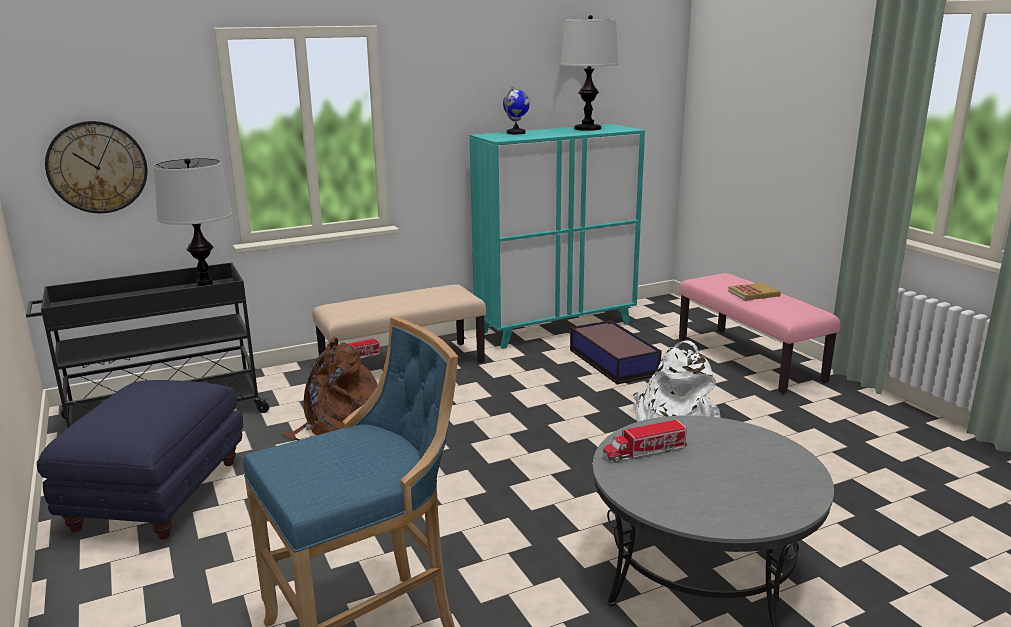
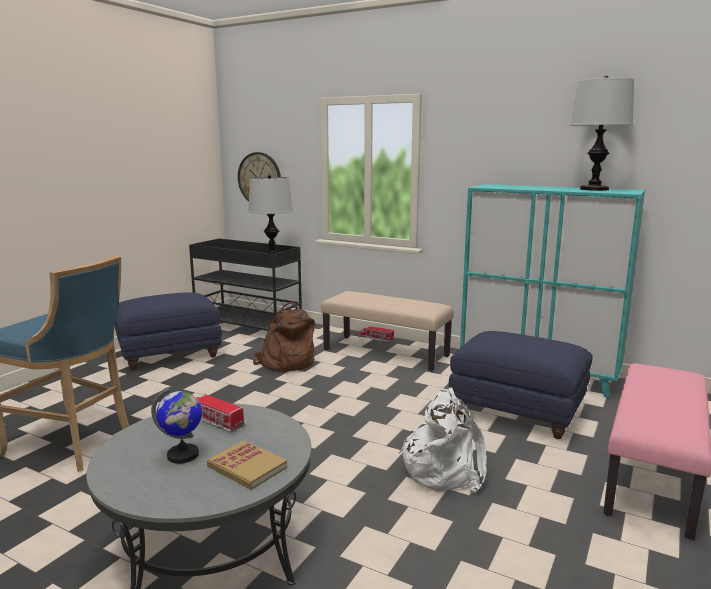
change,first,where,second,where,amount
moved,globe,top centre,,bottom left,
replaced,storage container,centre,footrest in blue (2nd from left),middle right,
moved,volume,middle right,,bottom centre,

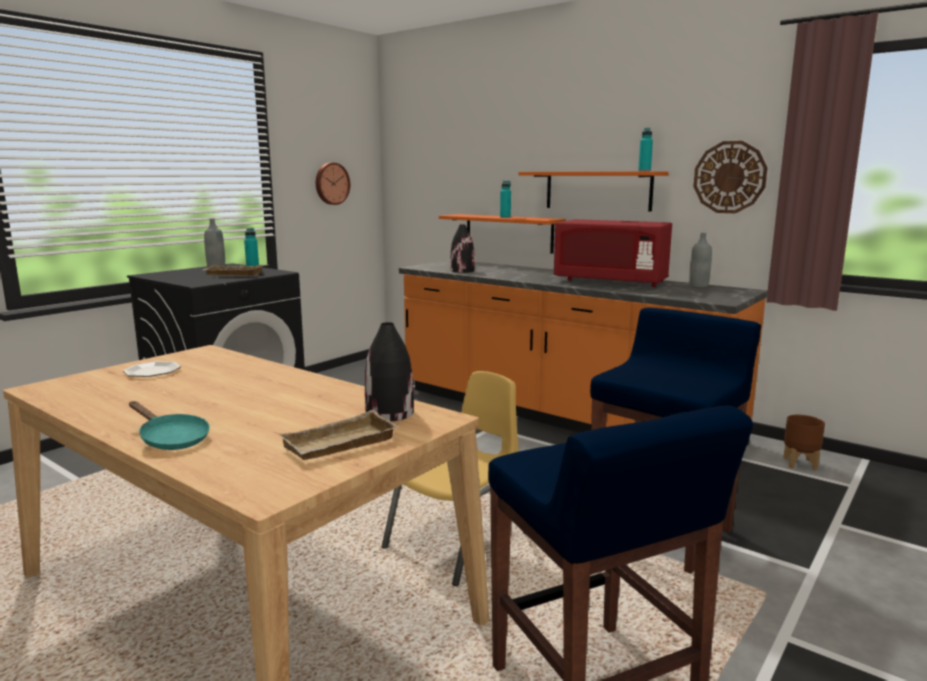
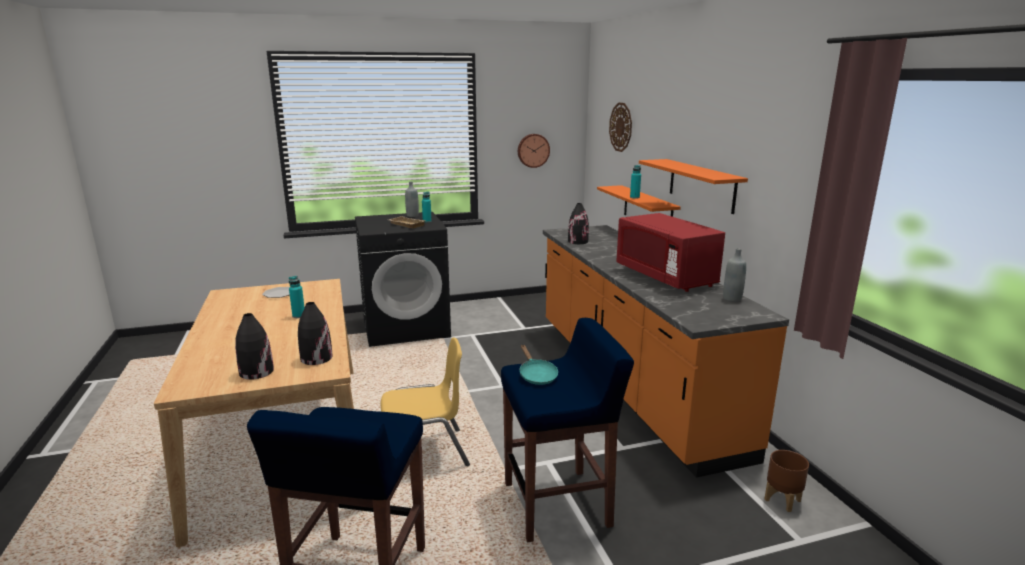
change,first,where,second,where,amount
moved,pan in blue-green,middle left,,centre,
replaced,carrying tray in beige (2nd from left),centre,flower vase in black-coloured (1st from left),middle left,
moved,bottle in blue-green (3rd from left in the first image),top right,bottle in blue-green (1st from left),middle left,
moved,hanging clock (2nd from left),top right,,top centre,

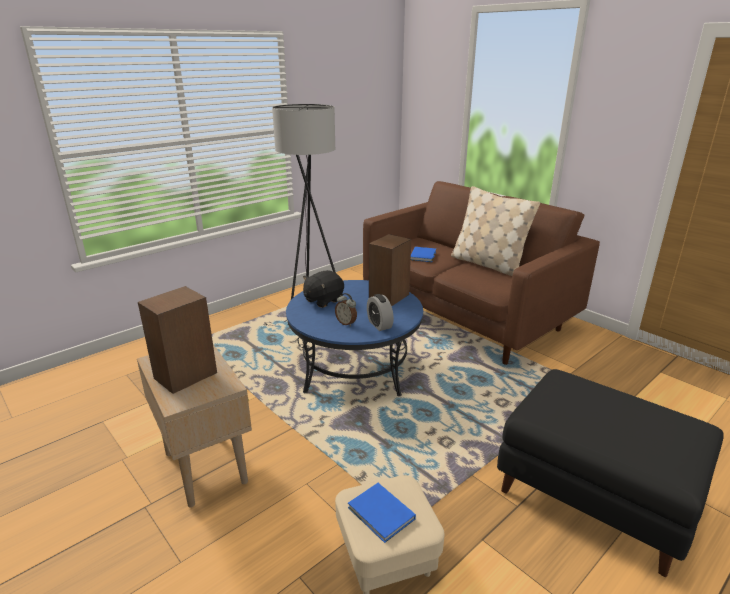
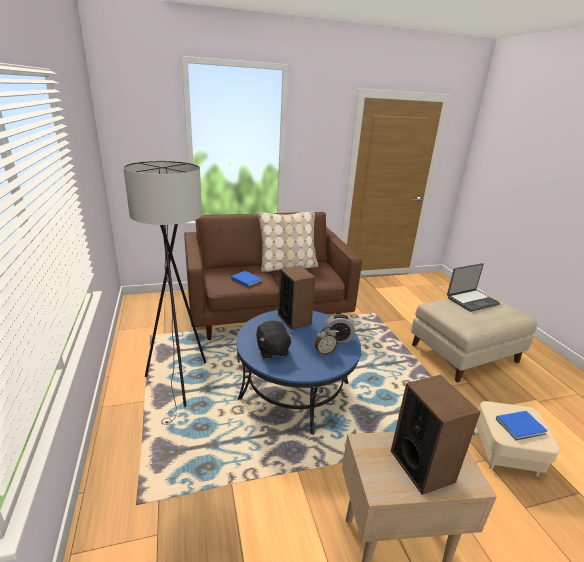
change,first,where,second,where,amount
recoloured,footrest in black-coloured,bottom right,footrest in beige (1st from left),middle right,
added,,,laptop,middle right,

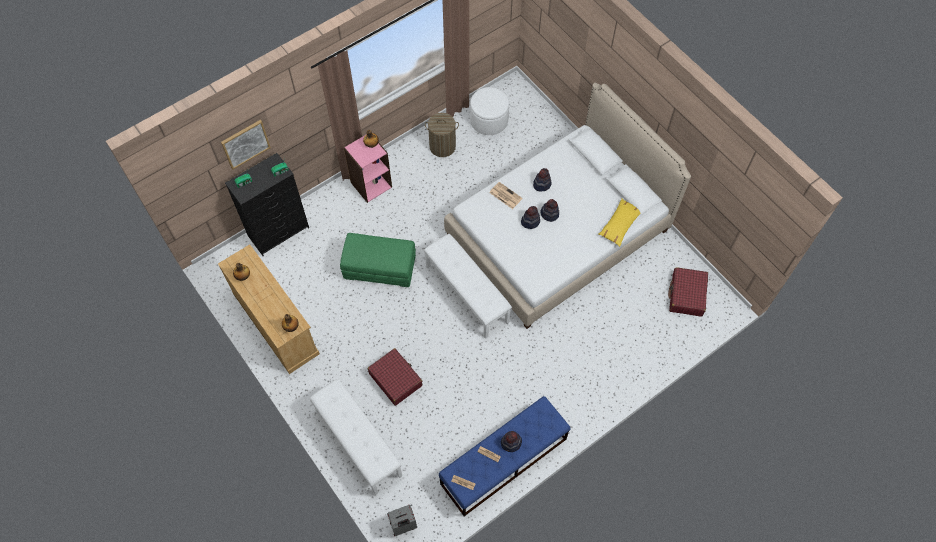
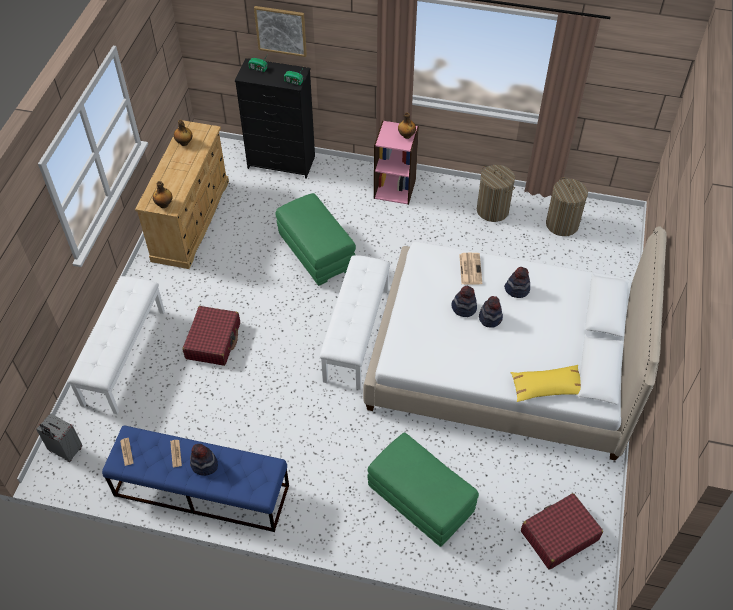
change,first,where,second,where,amount
replaced,footrest in white-coloured,top centre,hamper (2nd from left),middle right,
added,,,footrest in green-coloured (2nd from left),bottom centre,

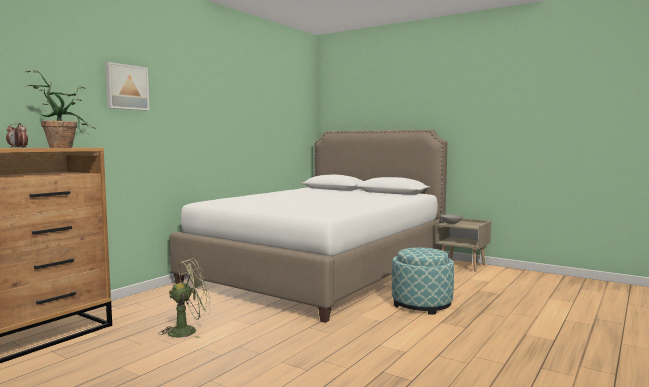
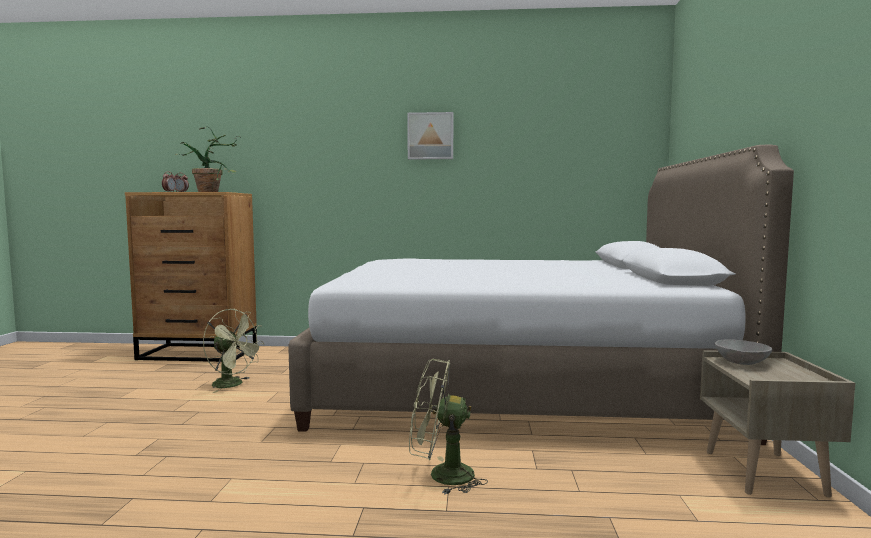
change,first,where,second,where,amount
moved,wall art,top left,,top centre,
replaced,footrest,bottom centre,electric fan in green-coloured (2nd from left),bottom centre,

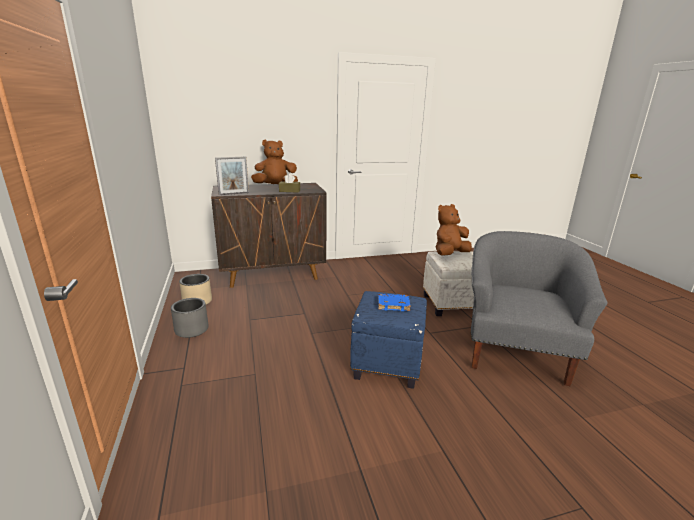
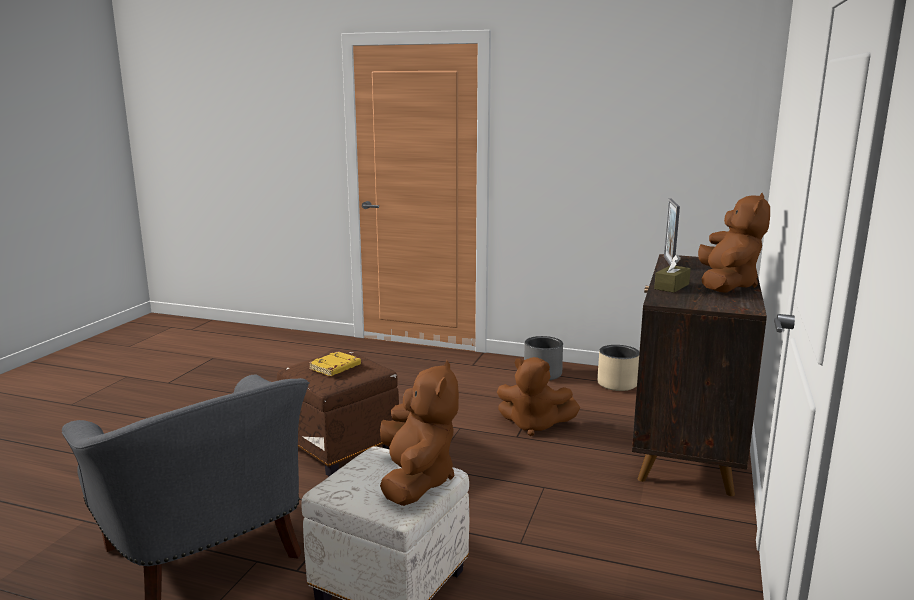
change,first,where,second,where,amount
recoloured,footrest in blue,centre,footrest in brown,bottom centre,
recoloured,volume in blue,centre,volume in yellowish,centre,
added,,,soft toy in brown (2nd from left),centre,

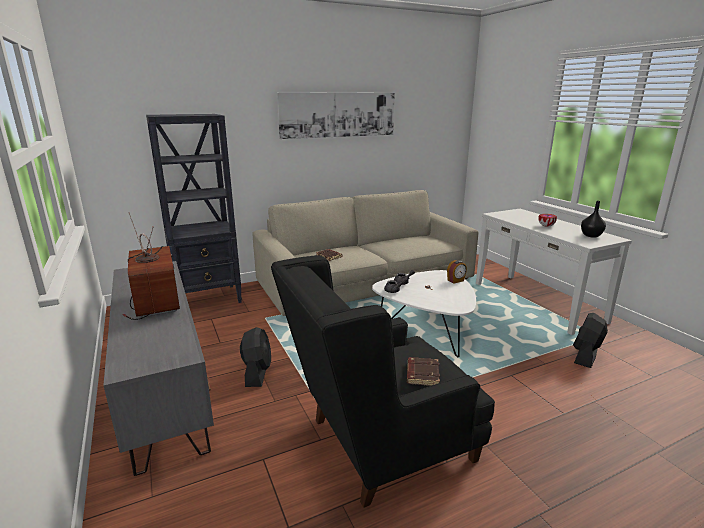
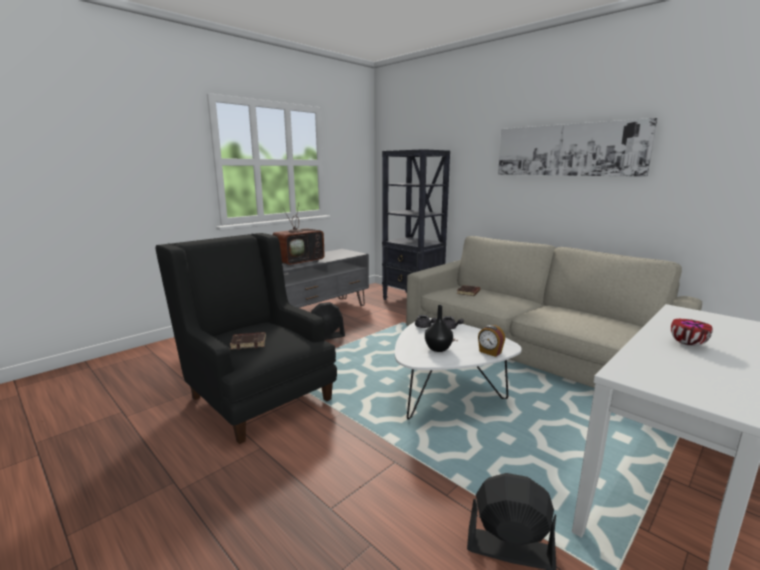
change,first,where,second,where,amount
moved,flower vase in black-coloured,middle right,,centre,

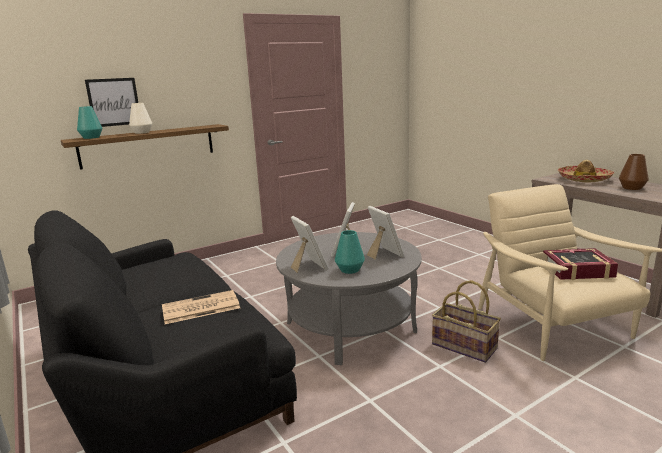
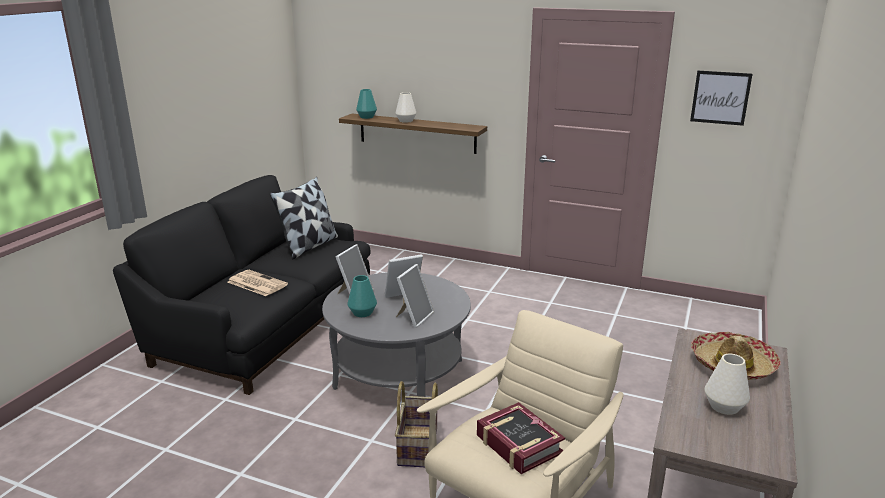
change,first,where,second,where,amount
moved,wall art,top left,,top right,
recoloured,flower vase in brown,middle right,flower vase in white-coloured (2nd from left),bottom right,
added,,,cushion,centre,

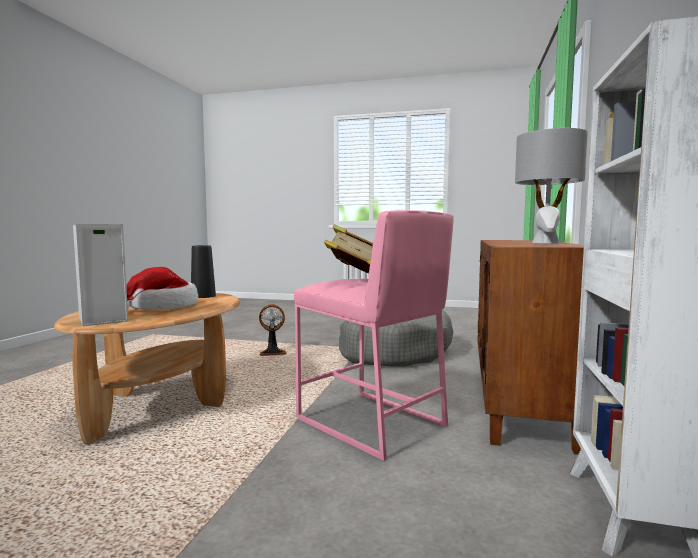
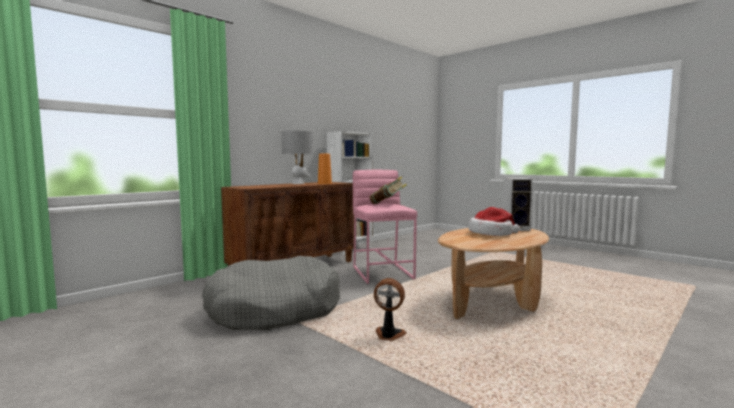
change,first,where,second,where,amount
removed,flower vase in black-coloured,middle left,,,
added,,,flower vase in orange-coloured,centre,

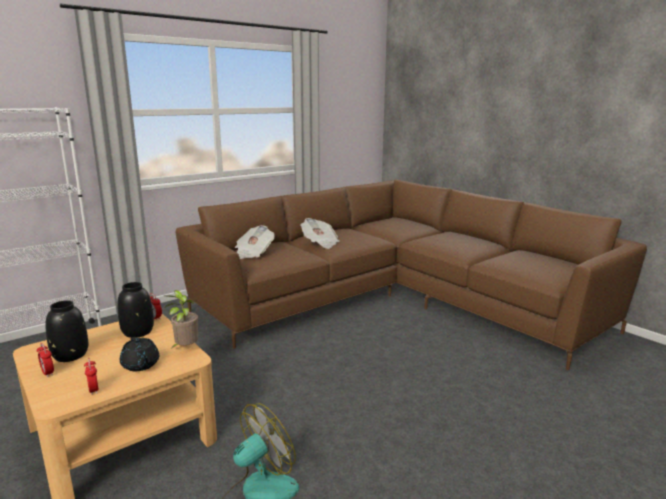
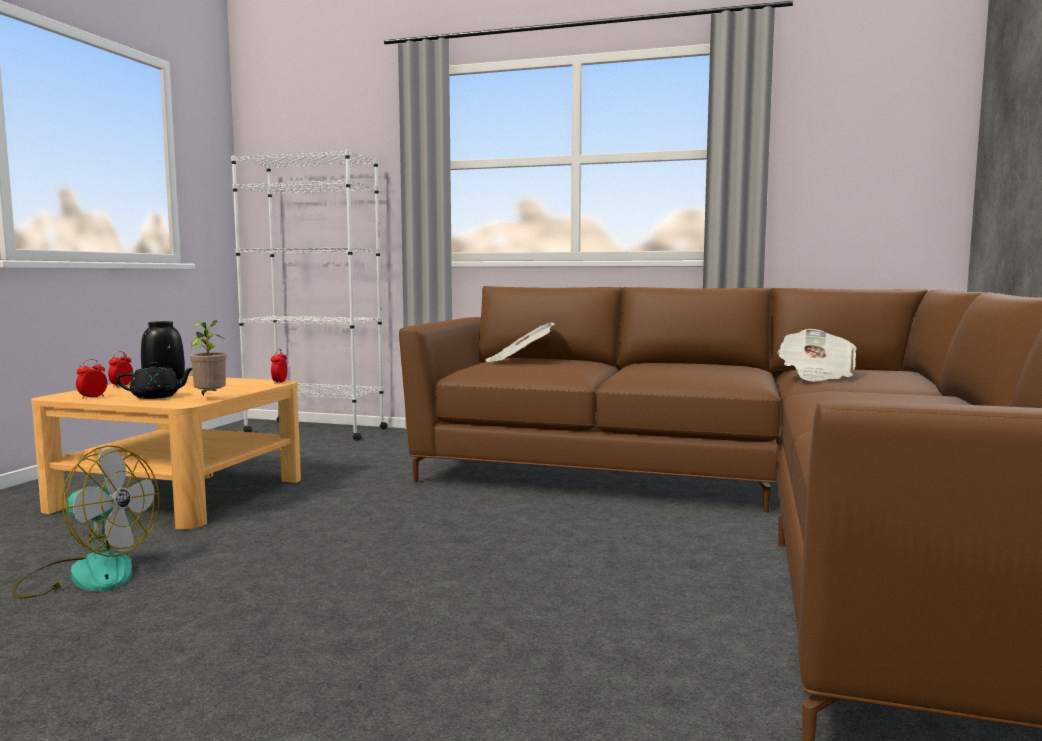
change,first,where,second,where,amount
removed,flower vase in black-coloured (2nd from left),middle left,,,
turned,teapot in black-coloured,bottom left,,middle left,135 degrees counterclockwise
moved,daily paper (2nd from left),centre,,middle right,

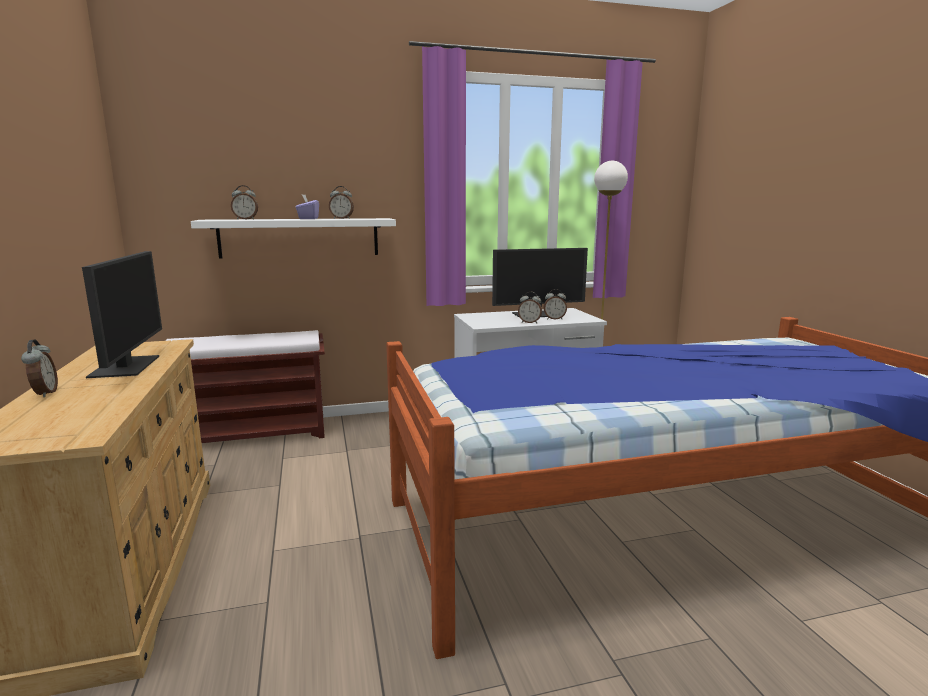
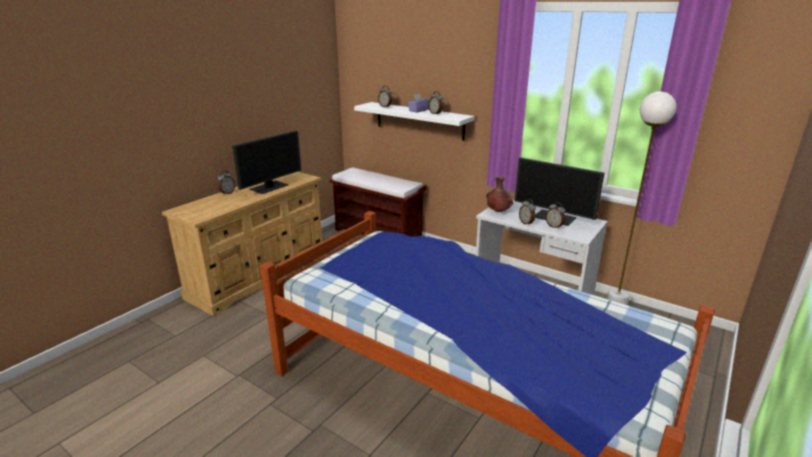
change,first,where,second,where,amount
added,,,flower vase in brown,centre,

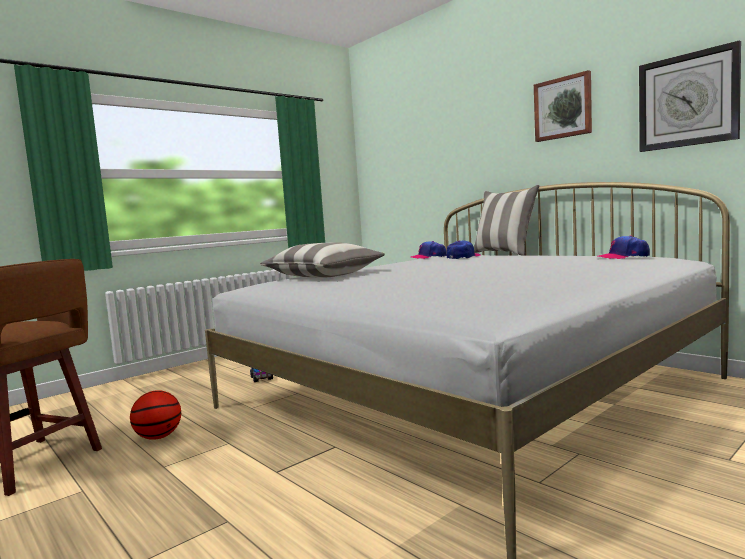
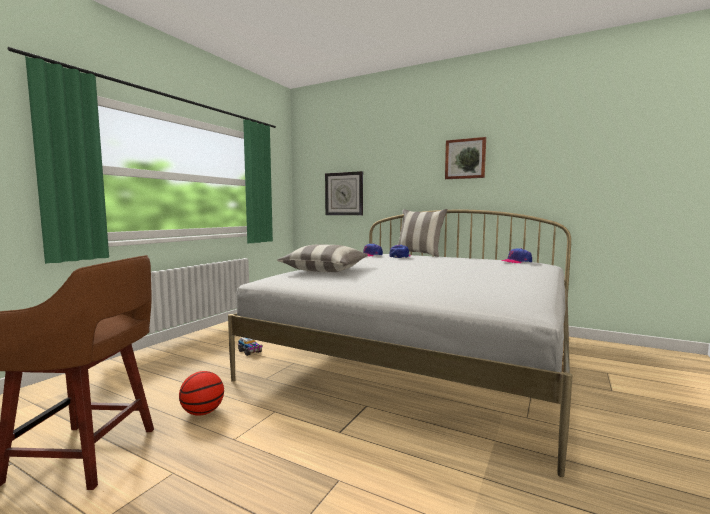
change,first,where,second,where,amount
moved,hanging clock,top right,,centre,

